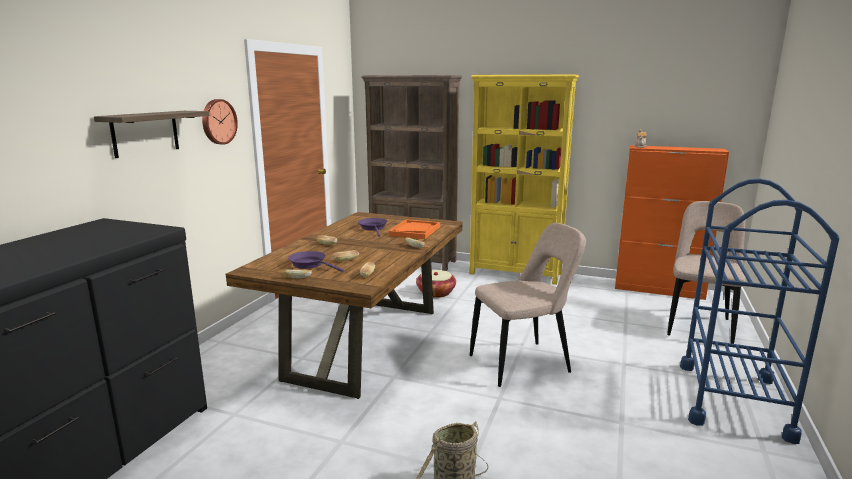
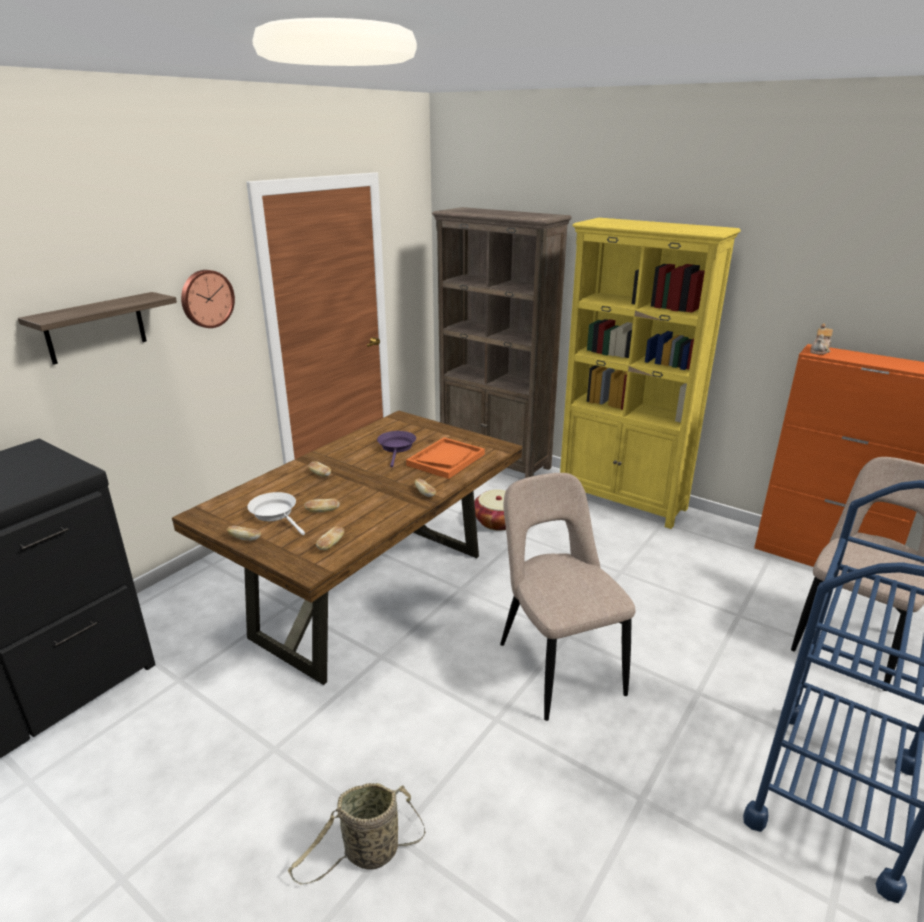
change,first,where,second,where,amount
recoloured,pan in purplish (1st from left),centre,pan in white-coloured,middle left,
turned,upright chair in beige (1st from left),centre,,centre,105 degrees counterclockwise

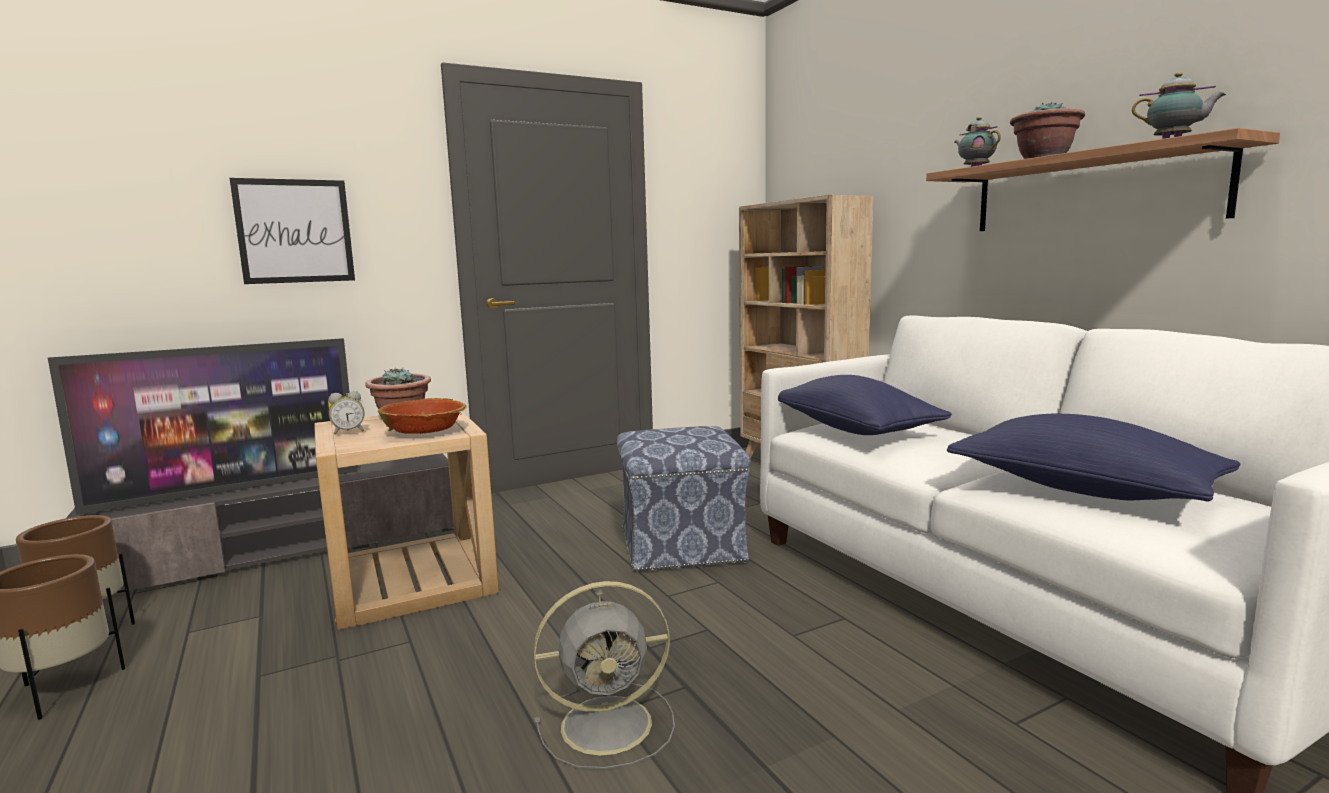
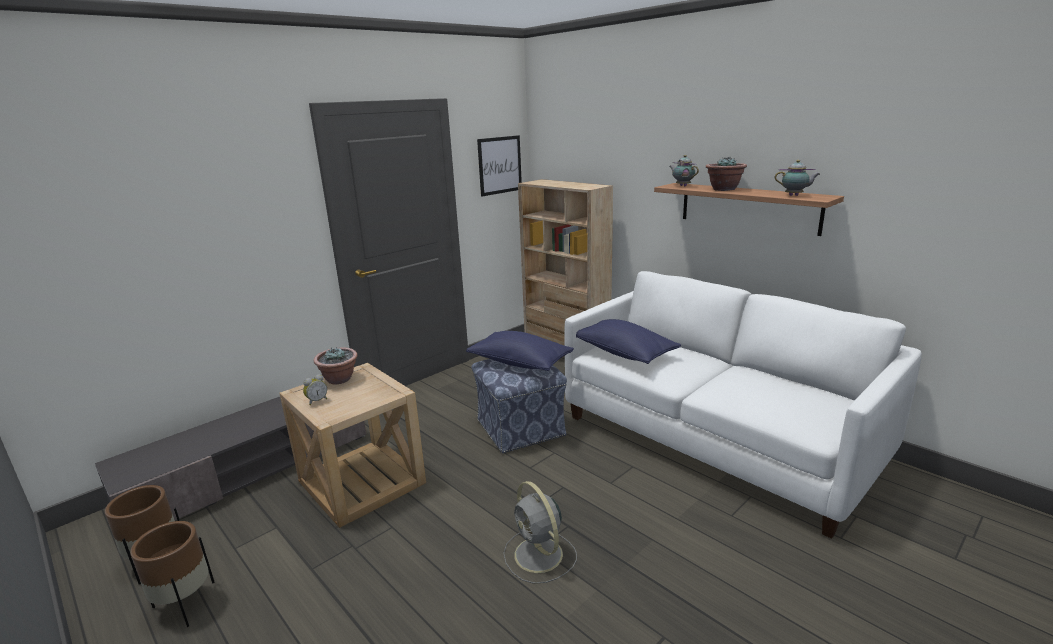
change,first,where,second,where,amount
removed,TV set,middle left,,,
moved,wall art,top left,,top centre,
removed,deep dish,middle left,,,
turned,electric fan in greyish,bottom centre,,bottom centre,90 degrees clockwise
moved,cushion in blue (2nd from left in the first image),middle right,cushion in blue (1st from left),centre,

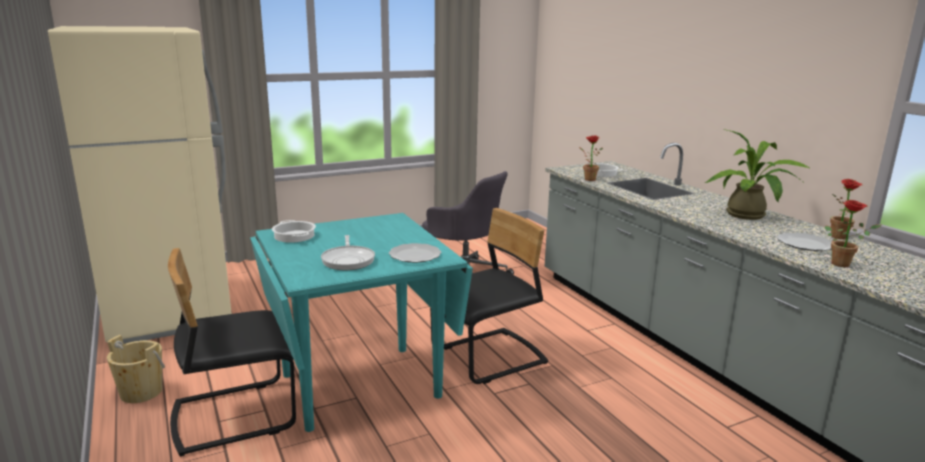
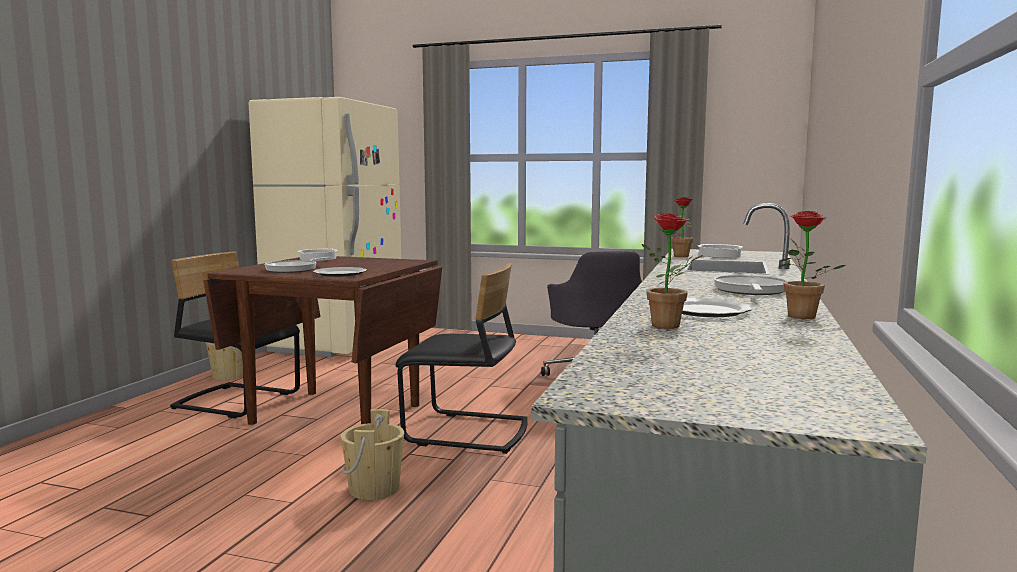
change,first,where,second,where,amount
recoloured,dining table in blue-green,bottom centre,dining table in brown,middle left,
replaced,plant in a pot (2nd from left),middle right,pan (2nd from left),middle right,
added,,,bucket in beige (2nd from left),bottom centre,

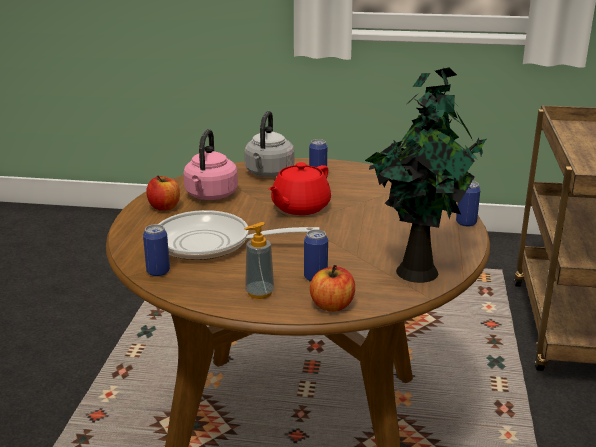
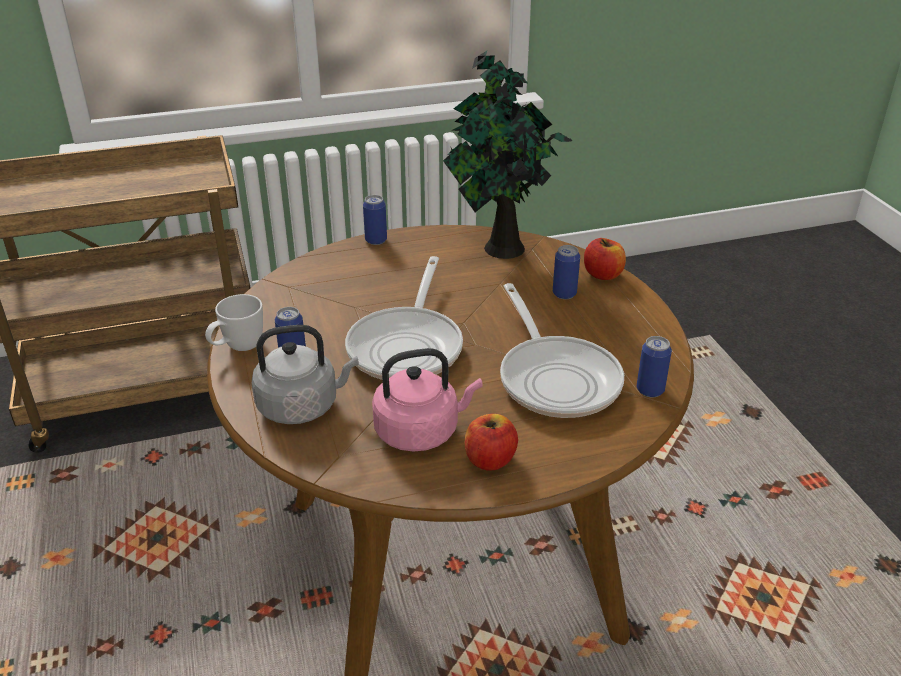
change,first,where,second,where,amount
removed,soap bottle,centre,,,
replaced,teapot in red-coloured,centre,pan (1st from left),centre,
added,,,coffee mug in white-coloured,middle left,

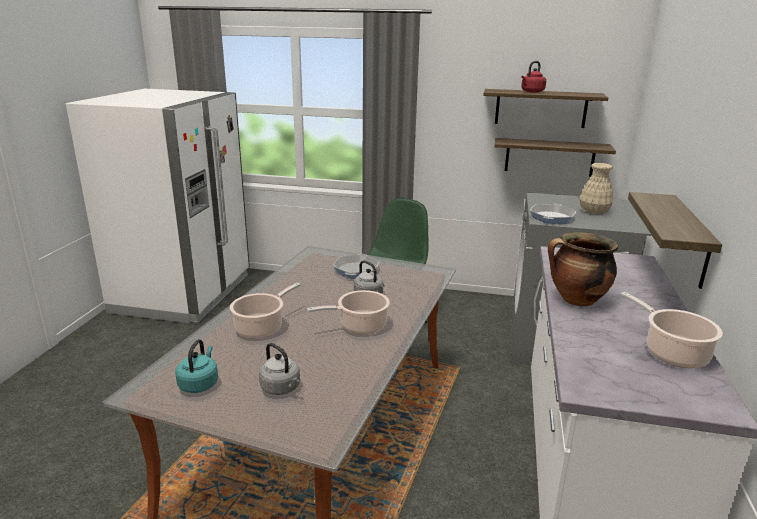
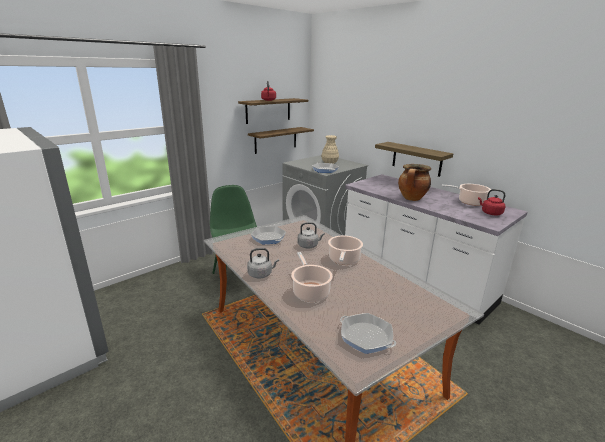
change,first,where,second,where,amount
replaced,kettle in blue-green,bottom left,pan (3rd from left),bottom centre,
moved,kettle in greyish (1st from left),bottom centre,,centre,
added,,,kettle in red-coloured (2nd from left),middle right,

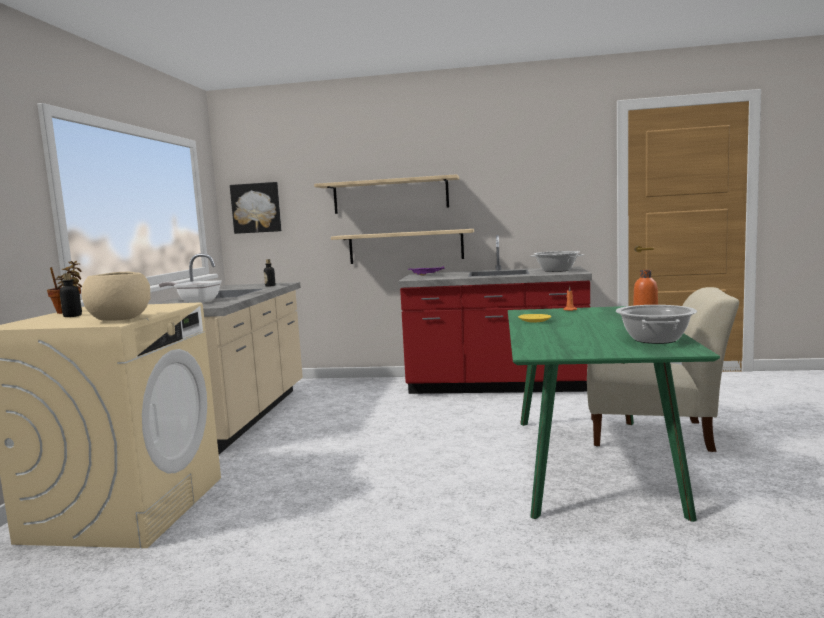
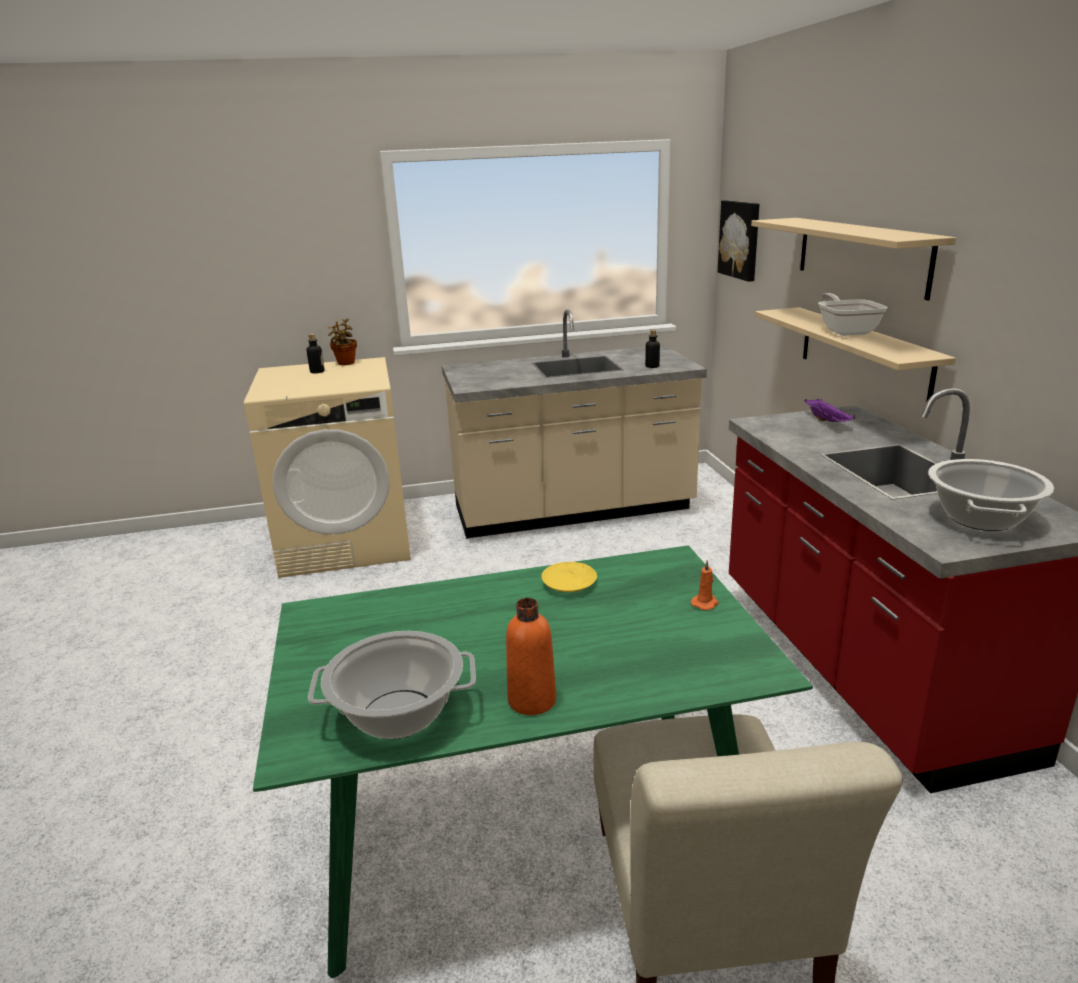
change,first,where,second,where,amount
removed,deep dish in beige,middle left,,,
moved,pan,middle left,,top right,

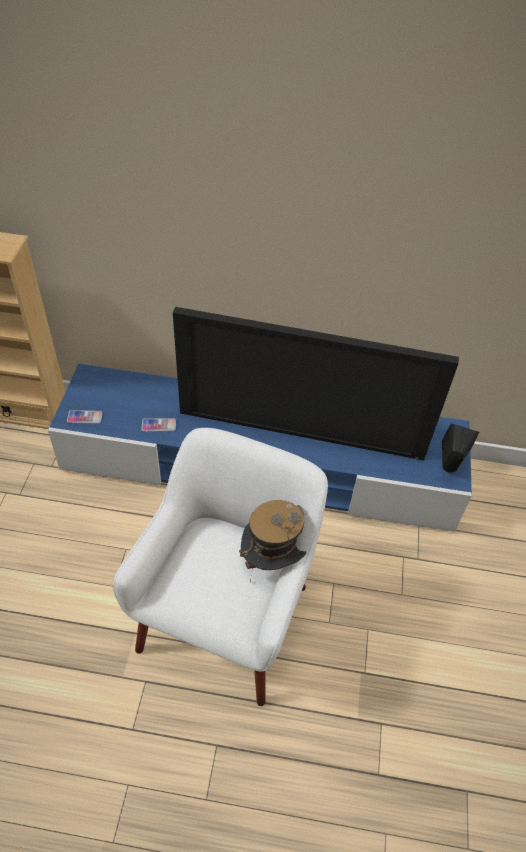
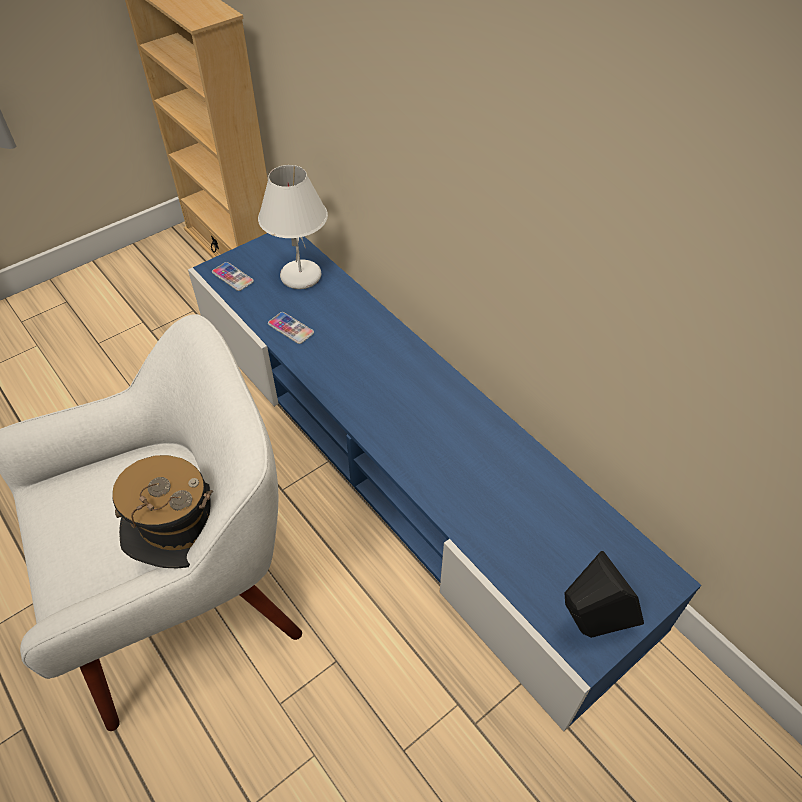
change,first,where,second,where,amount
removed,TV set,centre,,,
added,,,tabletop lamp in white-coloured,top centre,

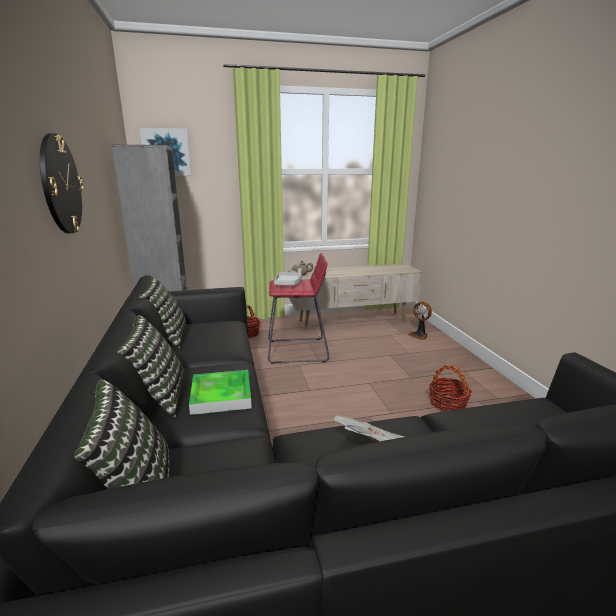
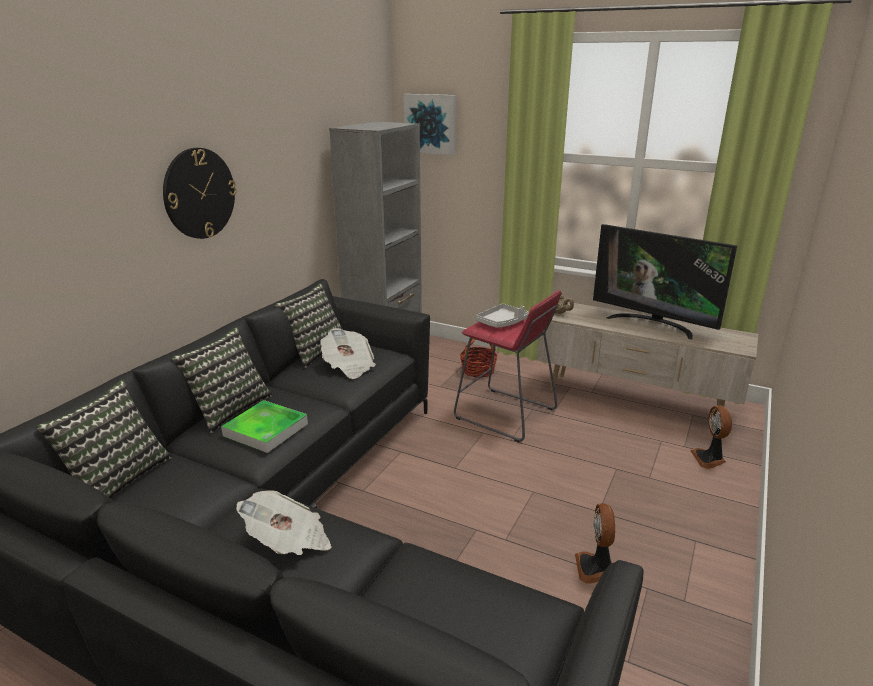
change,first,where,second,where,amount
replaced,storage basket (2nd from left),middle right,electric fan (1st from left),bottom right,
added,,,daily paper (2nd from left),centre,
added,,,TV set,middle right,

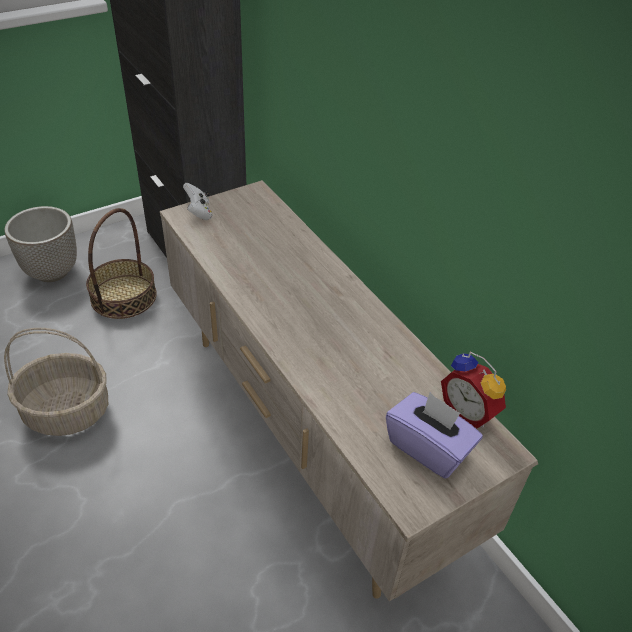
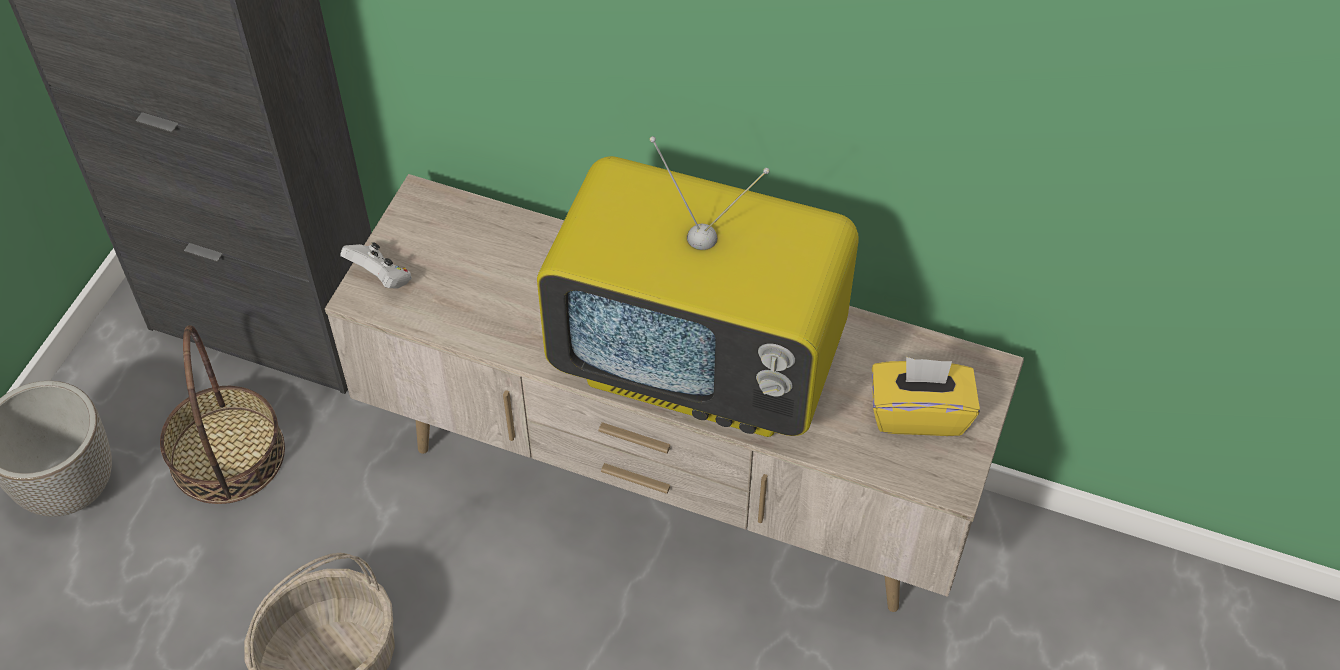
change,first,where,second,where,amount
recoloured,tissue box in purplish,bottom right,tissue box in yellowish,middle right,
removed,table clock,middle right,,,
added,,,TV set,centre,

